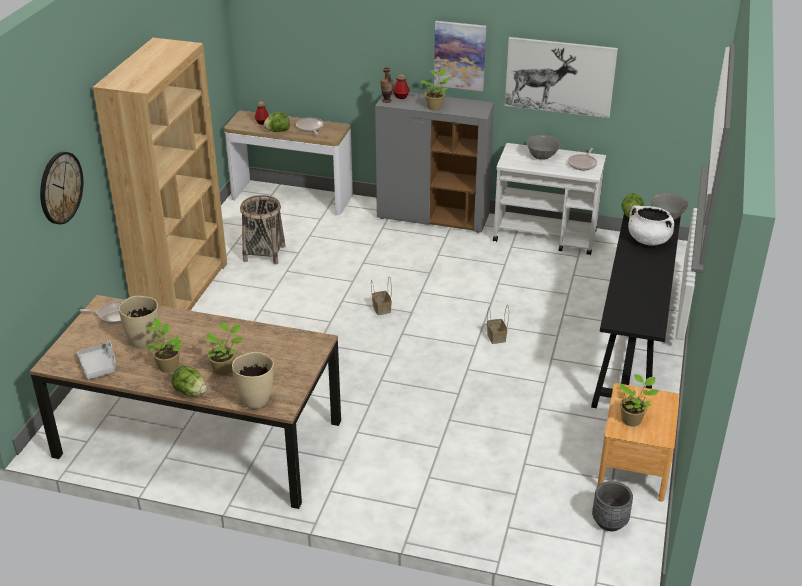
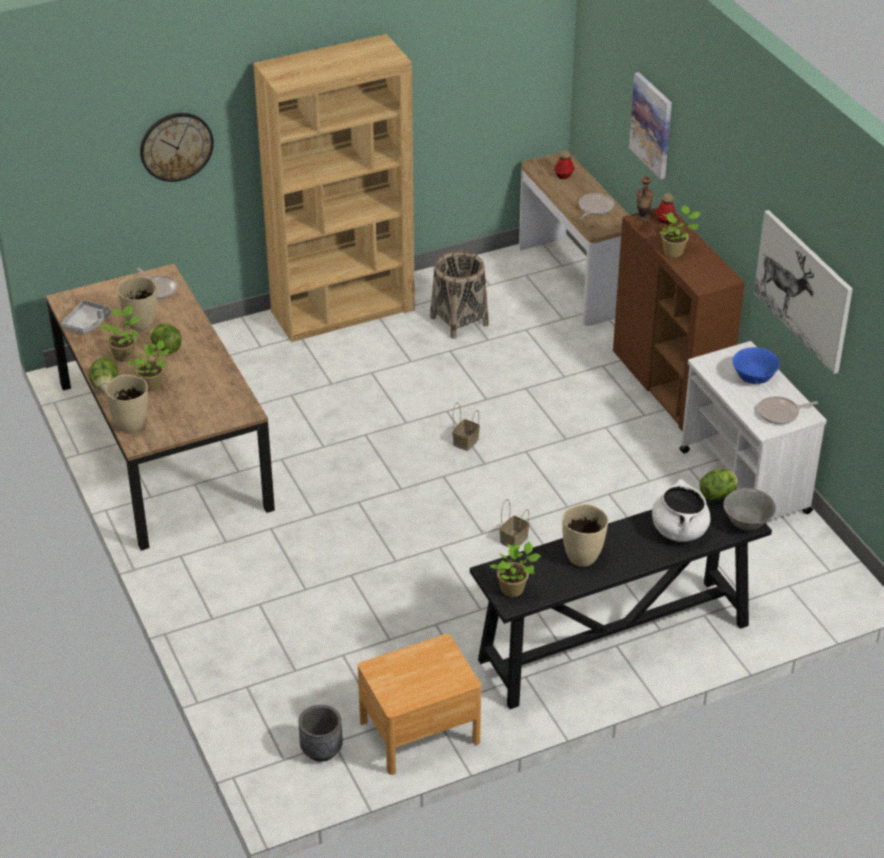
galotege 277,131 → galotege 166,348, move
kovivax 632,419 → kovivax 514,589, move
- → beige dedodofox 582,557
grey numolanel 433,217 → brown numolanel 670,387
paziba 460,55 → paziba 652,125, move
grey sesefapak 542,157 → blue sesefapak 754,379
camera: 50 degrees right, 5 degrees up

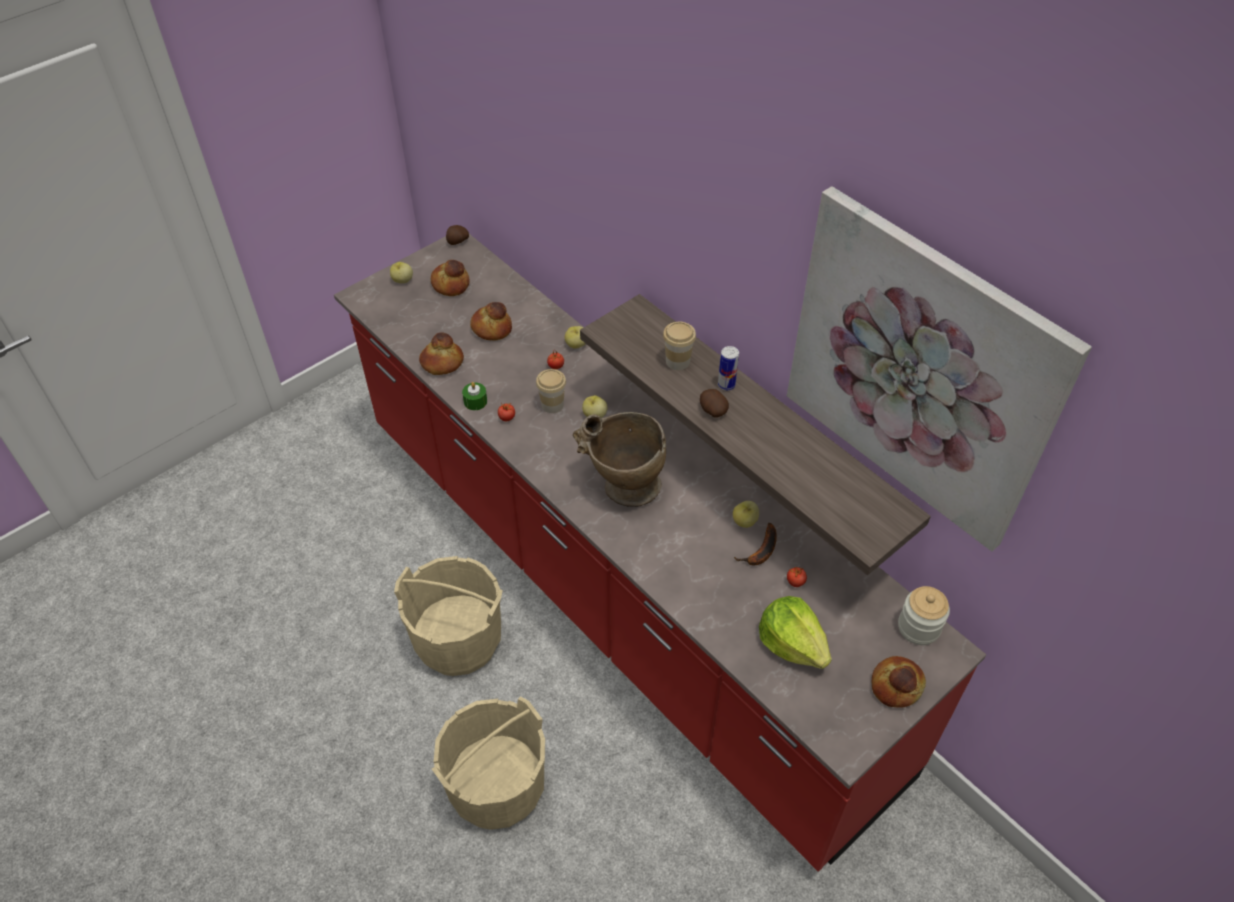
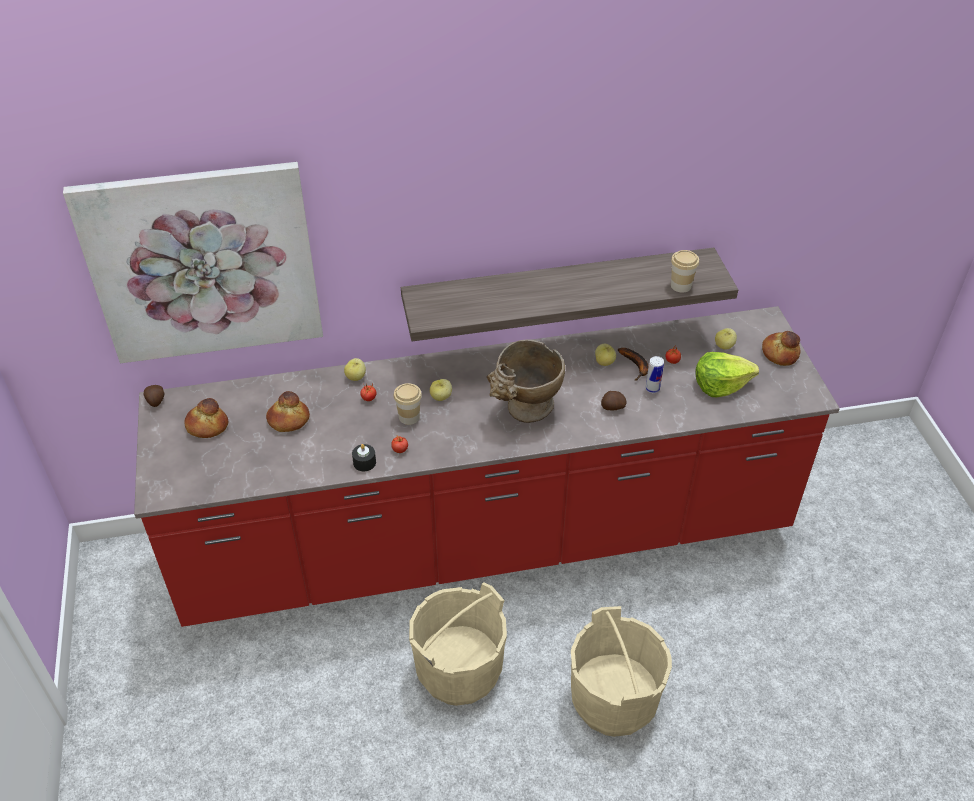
paziba 919,371 → paziba 203,264, move
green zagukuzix 475,401 → black zagukuzix 364,462
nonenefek 712,410 → nonenefek 612,407, move
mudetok 726,385 → mudetok 652,389, move
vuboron 677,361 → vuboron 681,286, move
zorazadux 402,280 → zorazadux 724,346, move
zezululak 442,363 → -
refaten 918,627 → -
camera: 60 degrees left, 5 degrees down

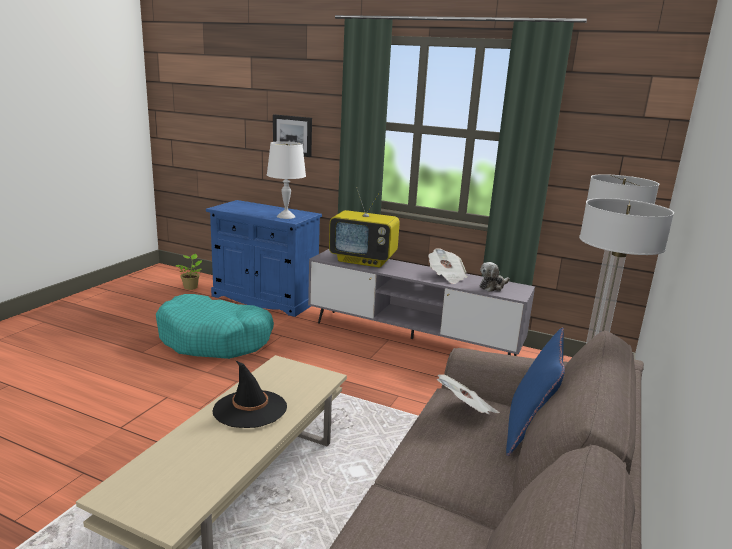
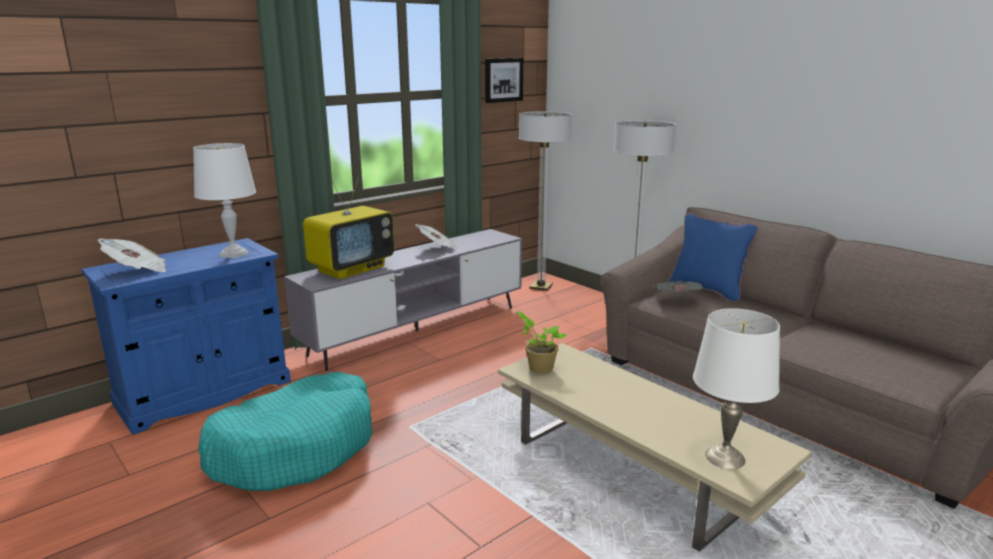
- → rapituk 137,270
paziba 292,135 → paziba 503,80, move
kovivax 191,287 → kovivax 539,368, move
- → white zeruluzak 724,457
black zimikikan 250,409 → -
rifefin 492,286 → -
camera: 65 degrees left, 0 degrees up

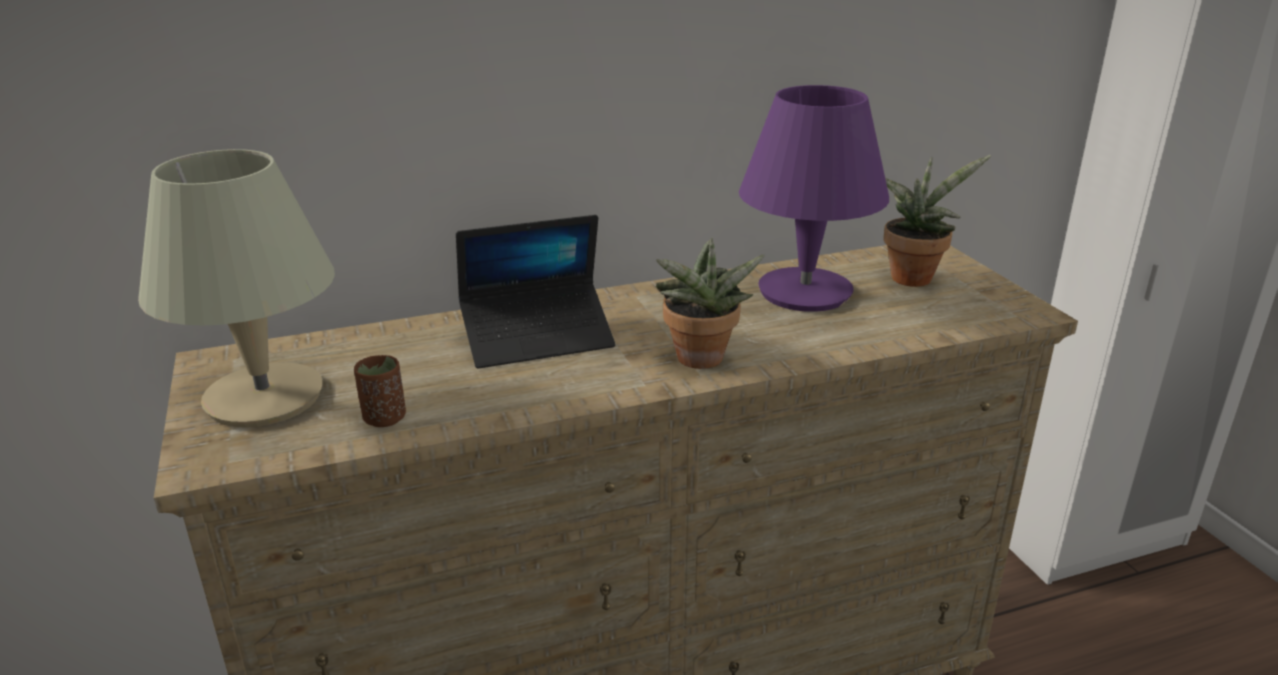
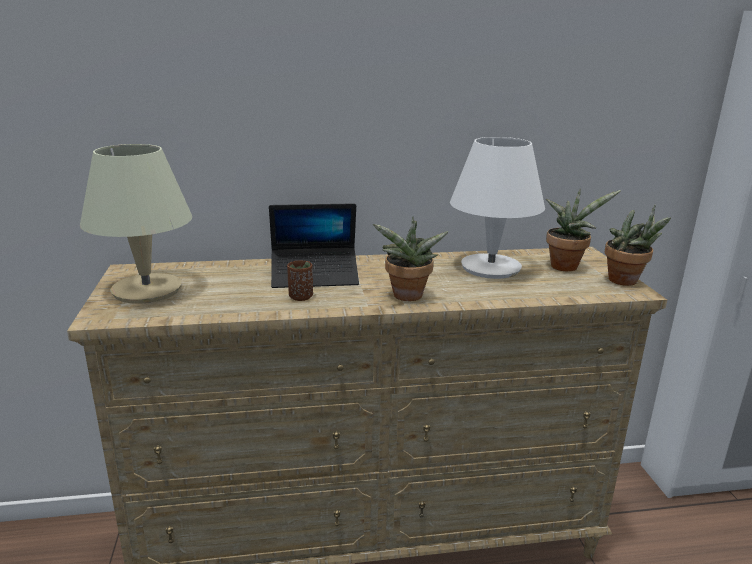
brown vuboron 384,418 → brown vuboron 300,297, move
purple zeruluzak 803,292 → white zeruluzak 490,267
- → kovivax 627,282
camera: 10 degrees right, 5 degrees down

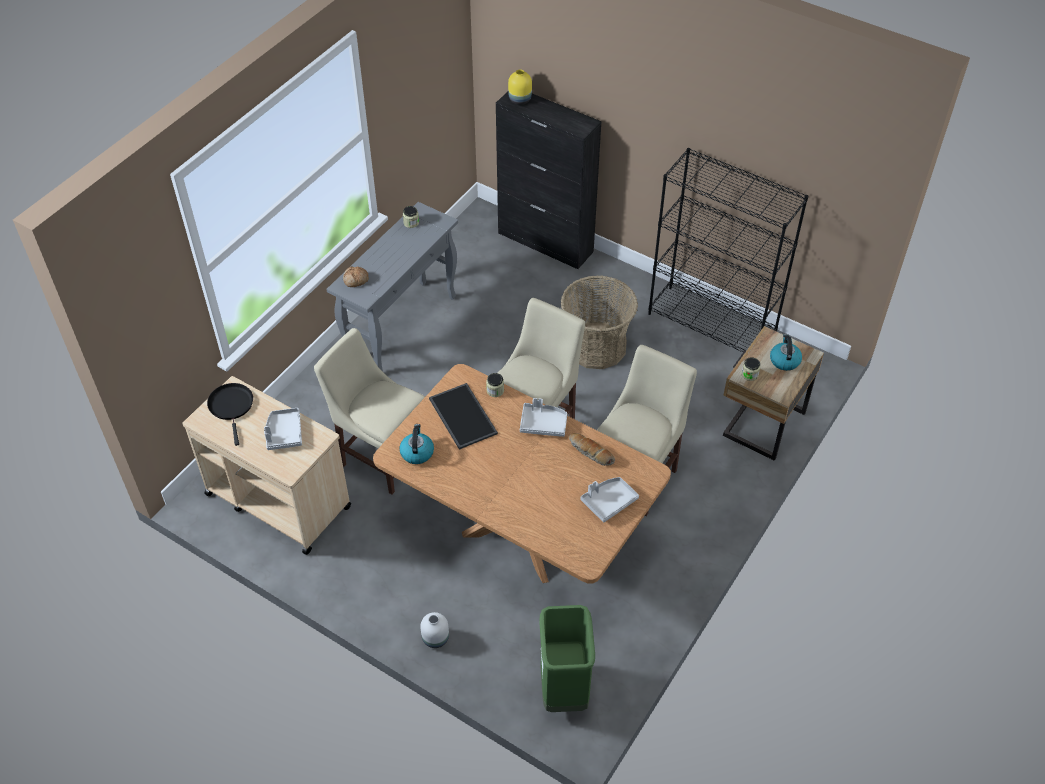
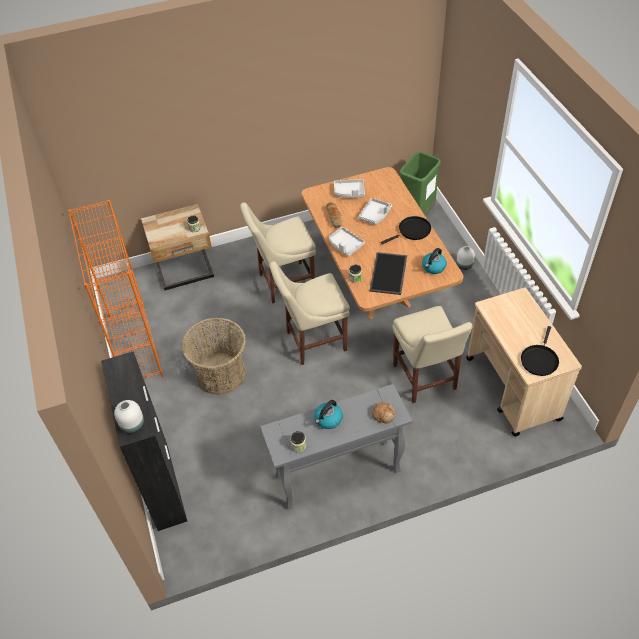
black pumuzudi 712,324 → orange pumuzudi 134,344
yellow dedodofox 520,99 → white dedodofox 132,425
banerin 784,360 → banerin 328,419, move
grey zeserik 284,433 → grey zeserik 375,215, move
- → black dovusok 412,231
camera: 140 degrees left, 0 degrees up

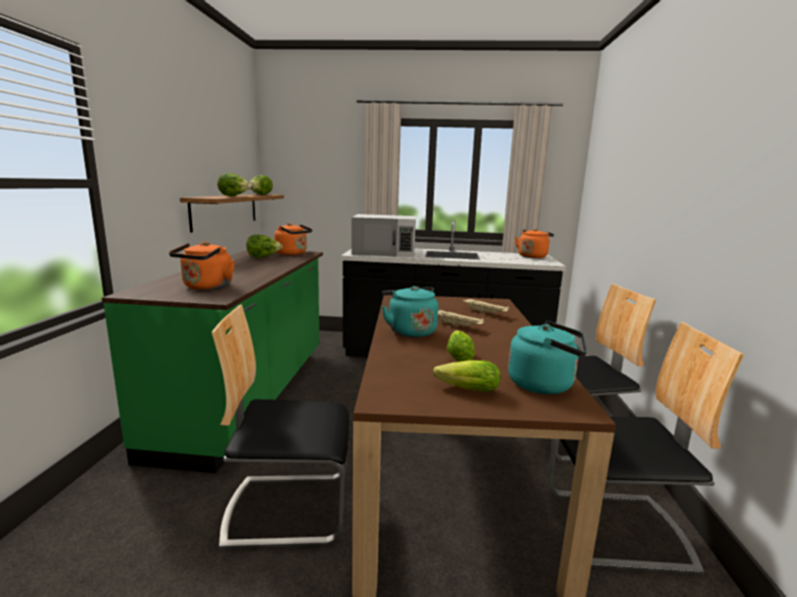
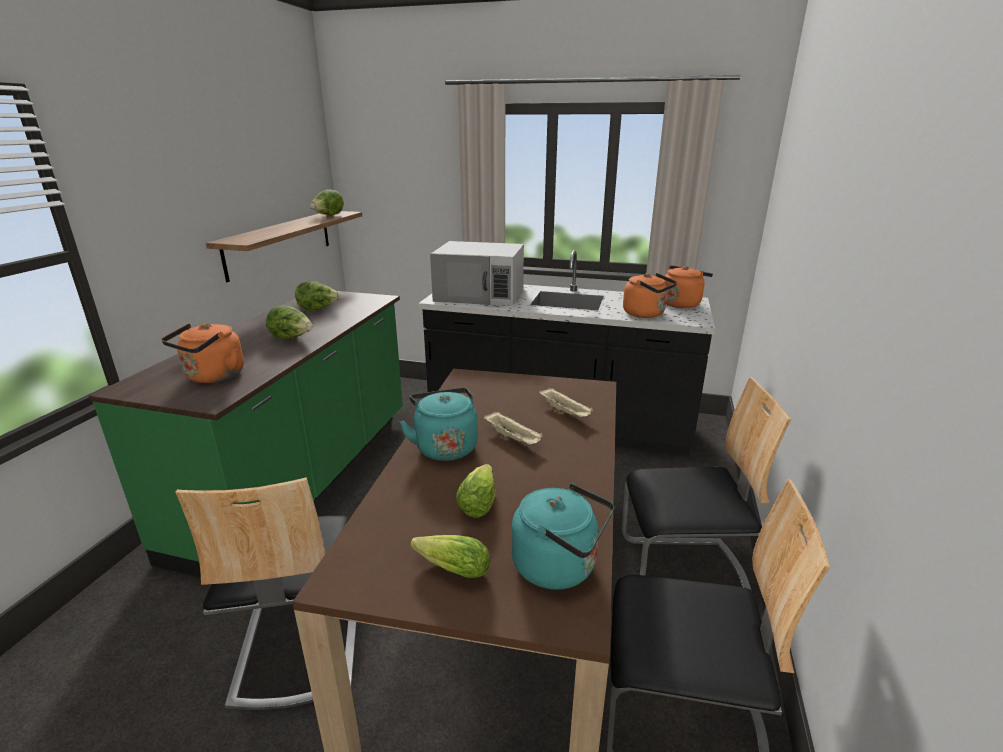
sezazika 288,508 → sezazika 298,642, 105 degrees counterclockwise
galotege 234,196 → galotege 292,338, move
orange banerin 293,254 → orange banerin 646,314, move
camera: 10 degrees right, 10 degrees up

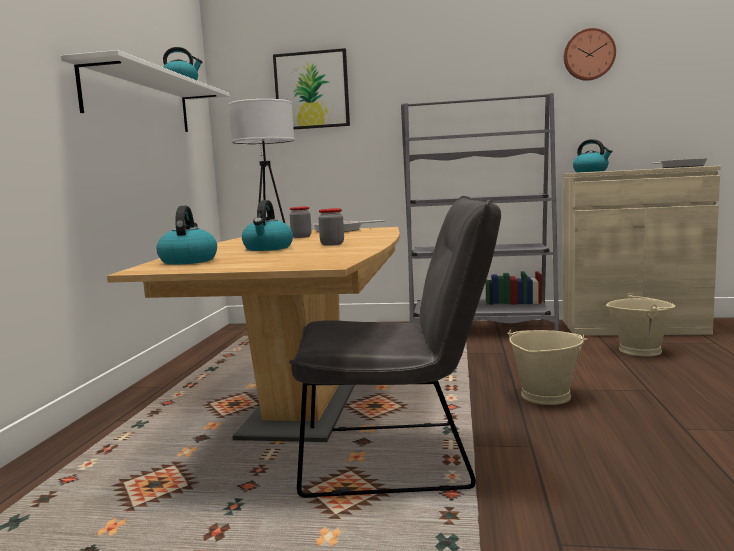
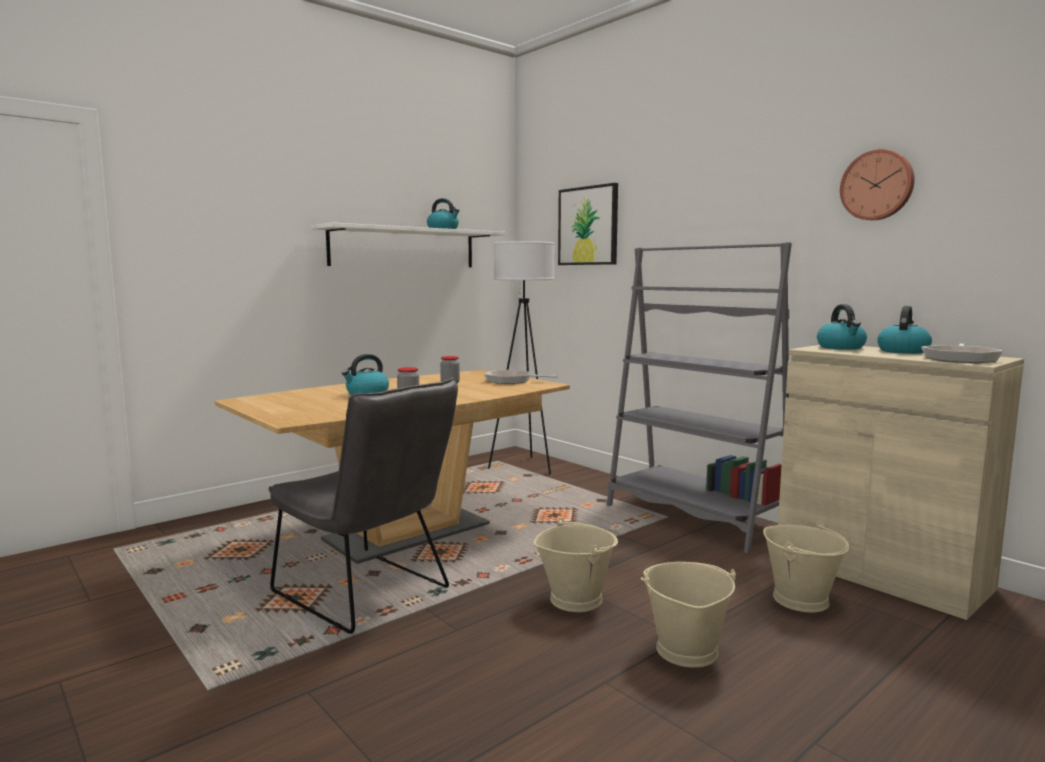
- → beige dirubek 685,650
banerin 188,261 → banerin 902,351, move
camera: 40 degrees right, 0 degrees up

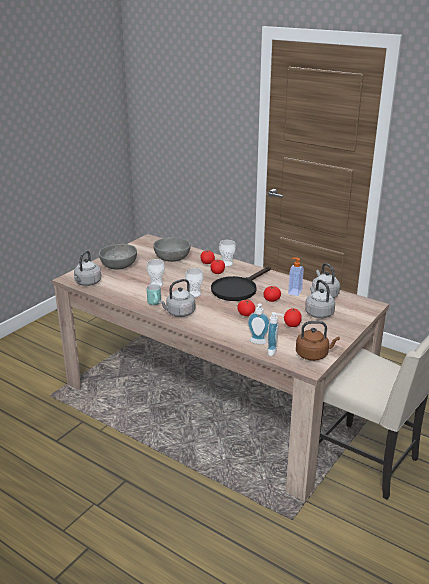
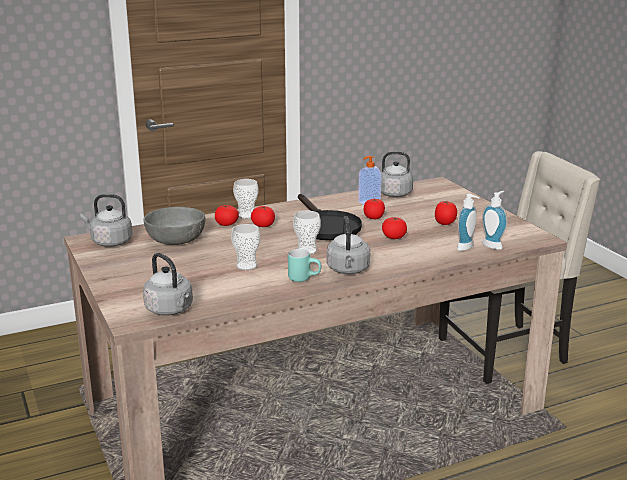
grey banerin 318,313 → grey banerin 109,242, move
grey sesefapak 118,265 → -
brown banerin 313,355 → -
camera: 60 degrees left, 5 degrees down

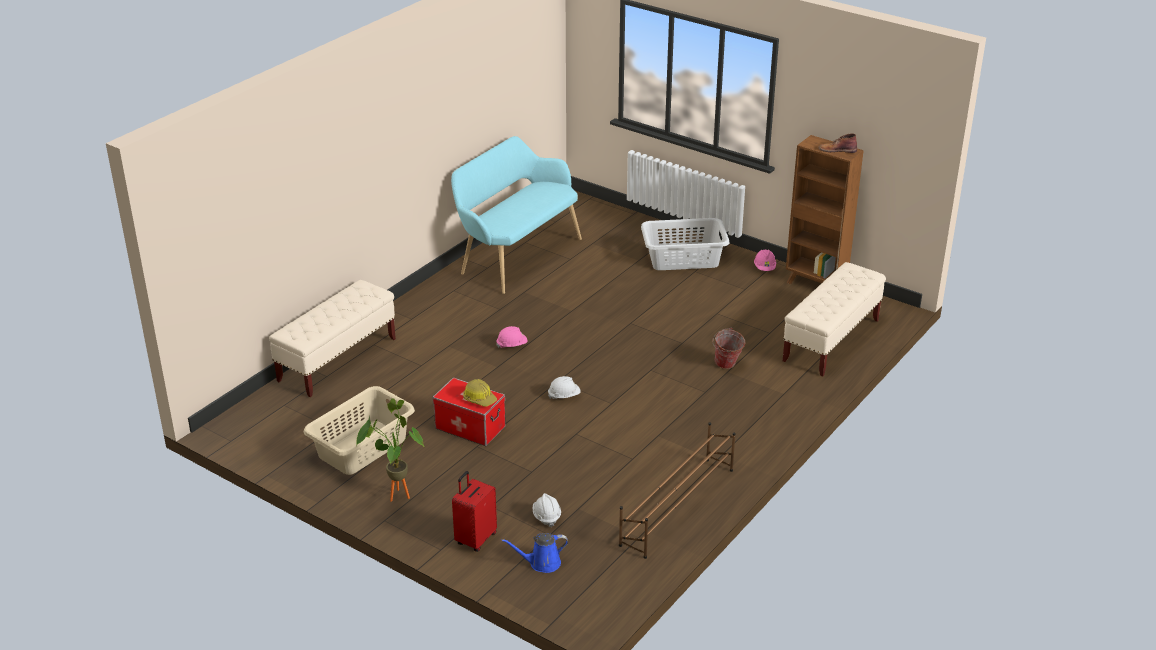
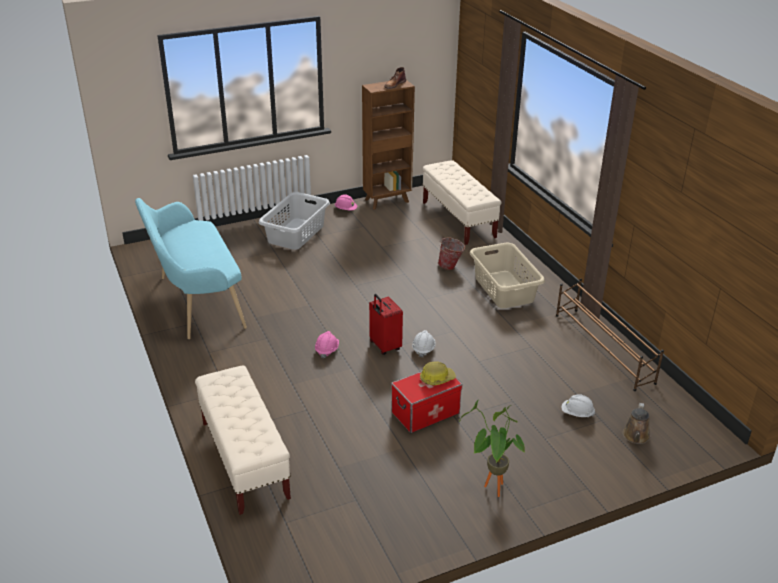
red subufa 475,539 → red subufa 384,346, move
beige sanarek 363,448 → beige sanarek 504,289, move
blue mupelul 541,563 → brown mupelul 636,437
camera: 60 degrees left, 0 degrees up

